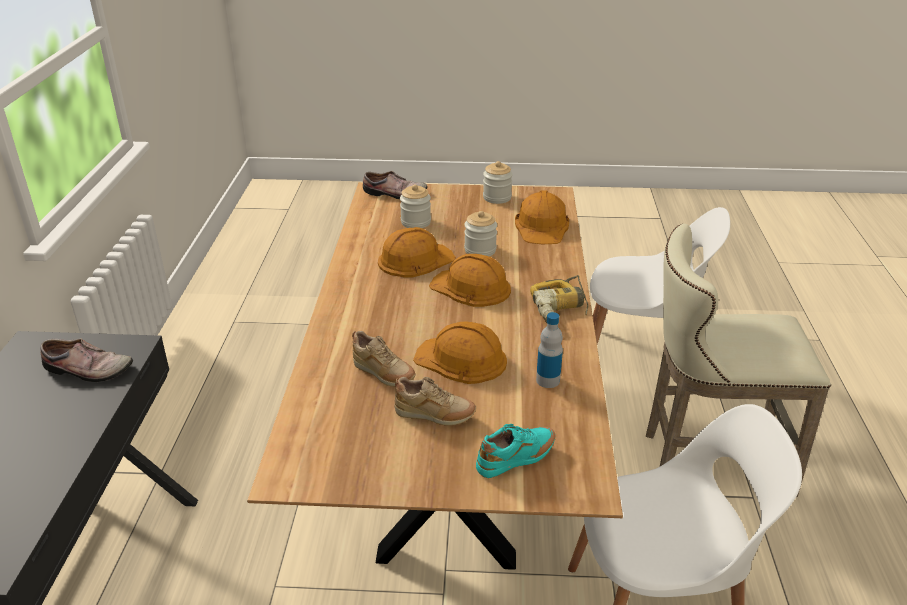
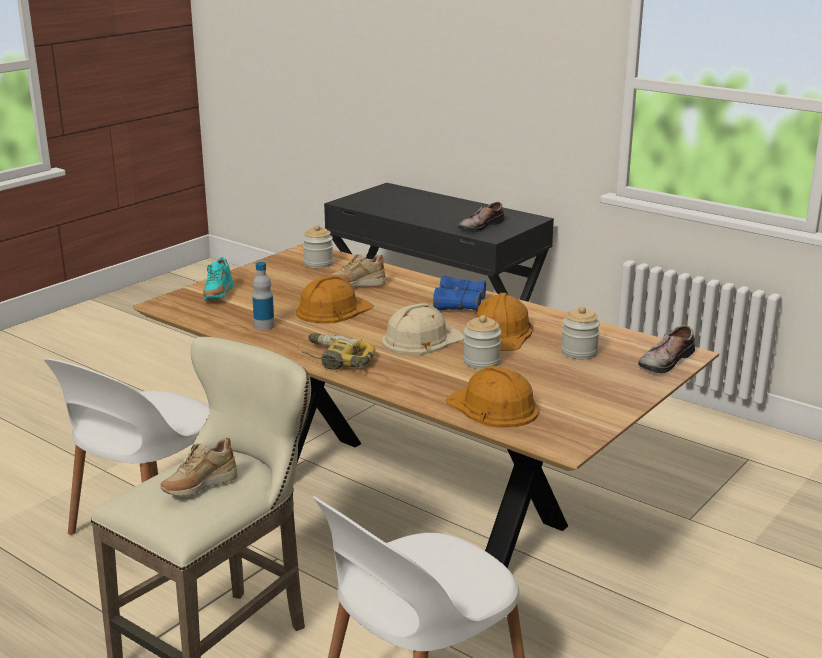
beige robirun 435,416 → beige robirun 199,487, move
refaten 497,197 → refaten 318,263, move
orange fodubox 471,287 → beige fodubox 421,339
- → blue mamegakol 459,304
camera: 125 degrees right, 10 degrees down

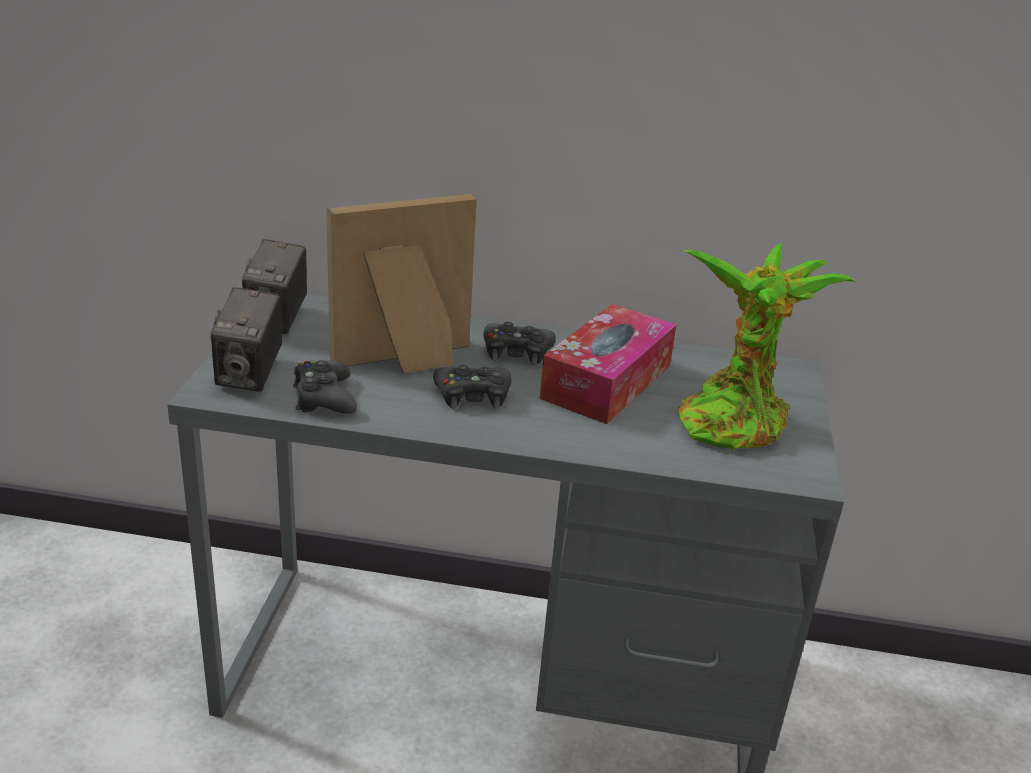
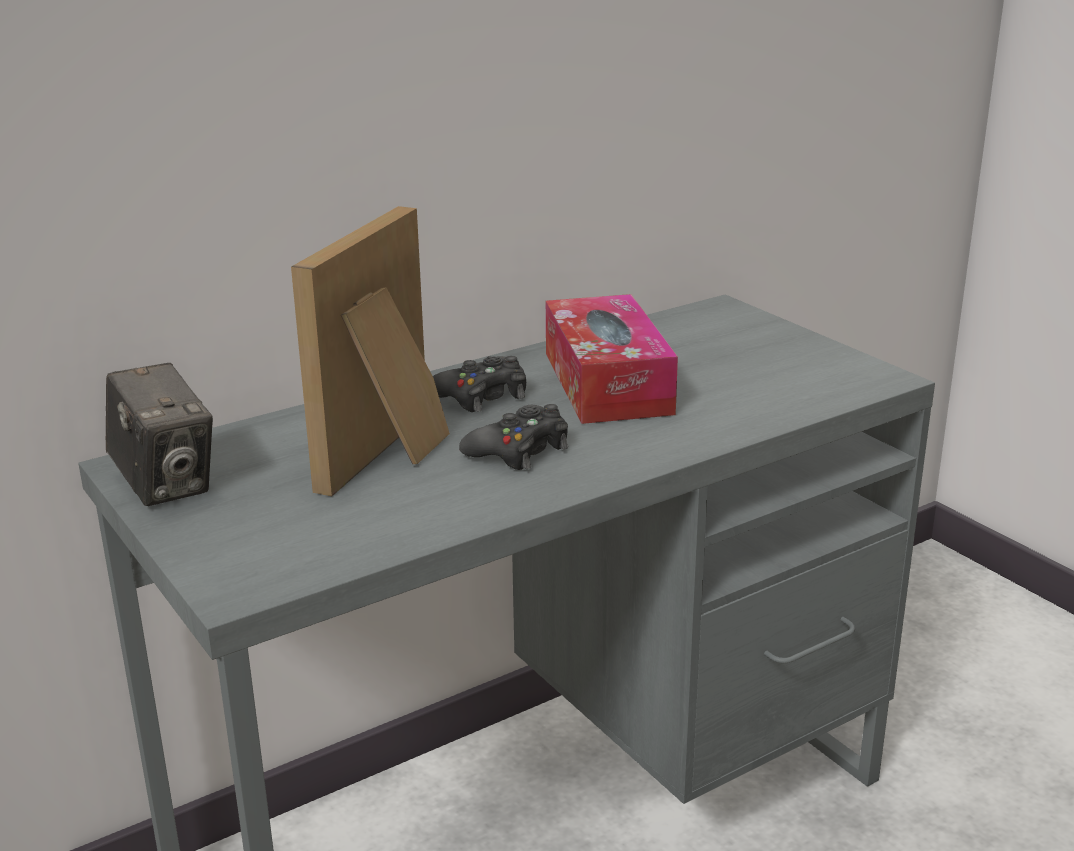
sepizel 250,375 → -
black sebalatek 324,398 → -
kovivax 734,419 → -
camera: 40 degrees left, 5 degrees down

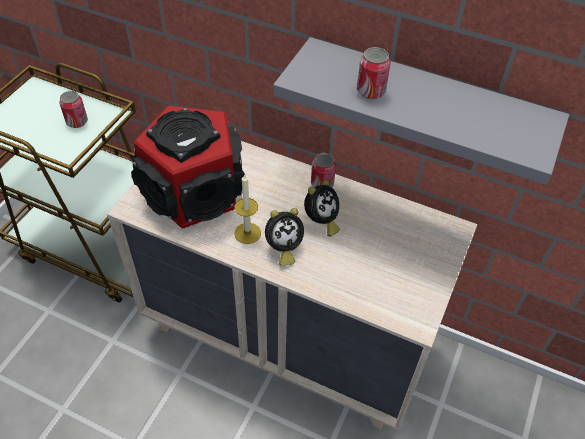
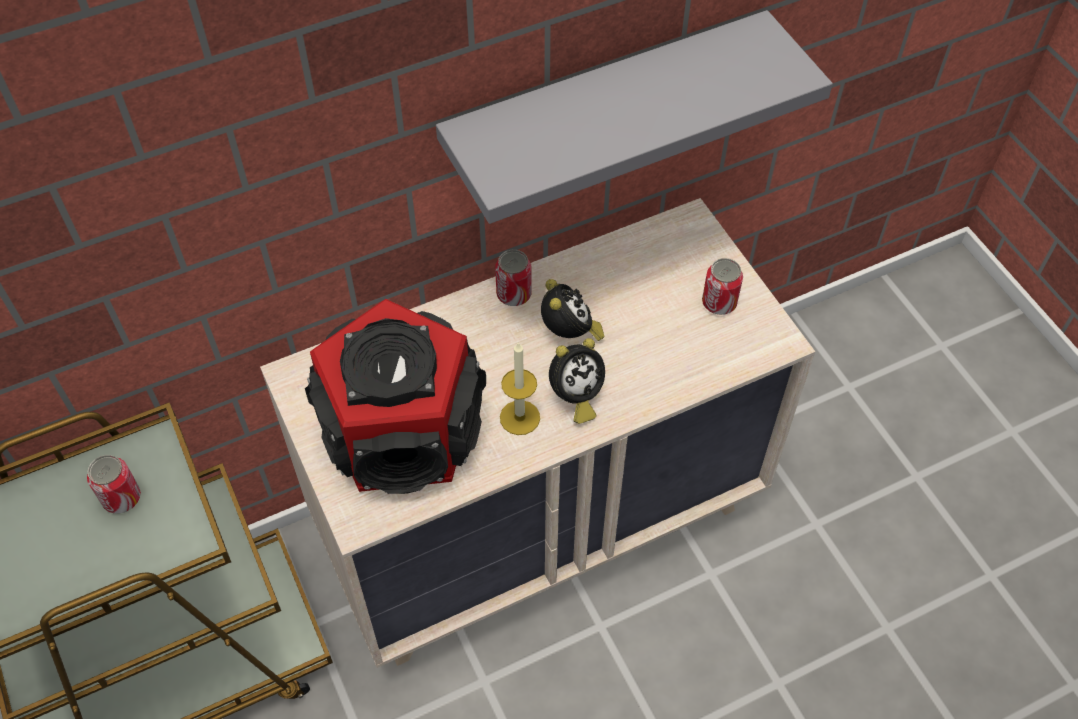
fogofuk 283,248 → fogofuk 575,396, 45 degrees clockwise
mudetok 371,91 → mudetok 719,302, move
camera: 50 degrees left, 5 degrees up

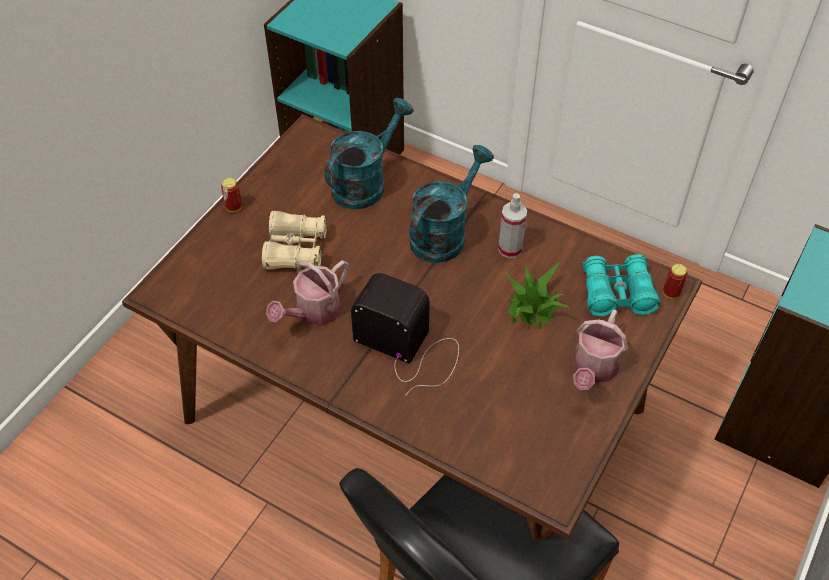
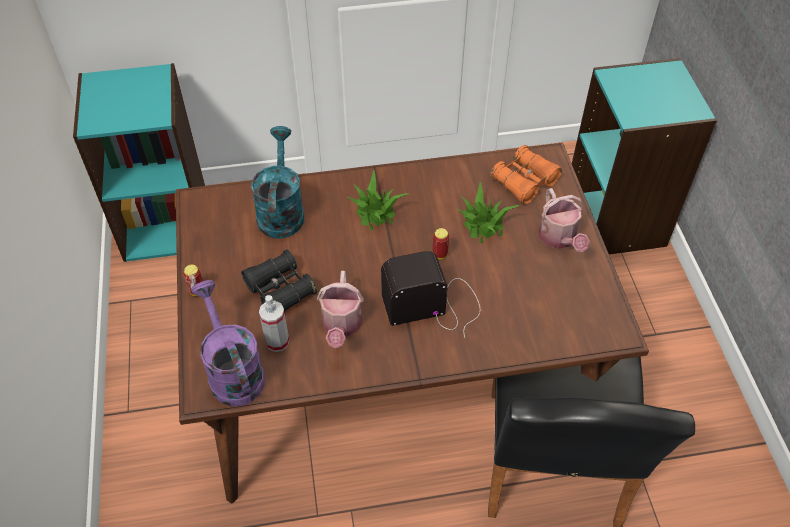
- → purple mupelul 232,371
beige mamegakol 295,250 → black mamegakol 280,291
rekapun 510,249 → rekapun 277,341, move
turquoise mupelul 444,233 → kovivax 375,212
mudetok 671,293 → mudetok 439,254, move
turquoise mamegakol 617,294 → orange mamegakol 524,182
camera: 40 degrees left, 0 degrees up

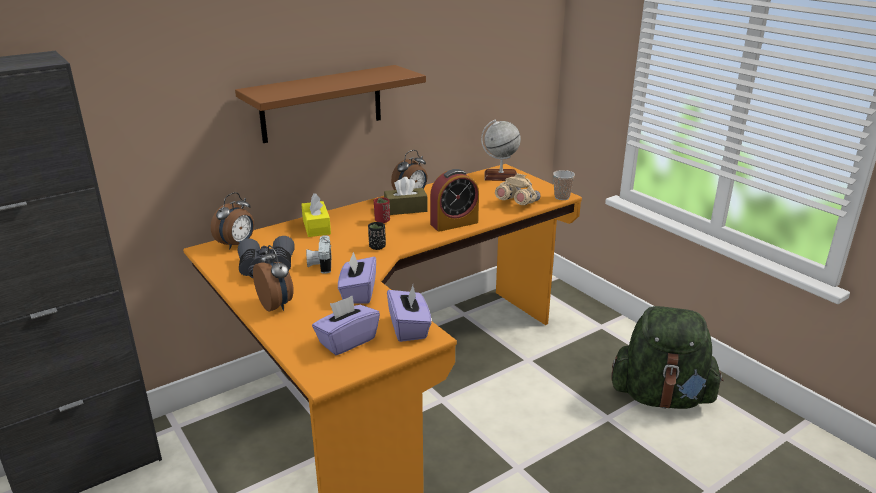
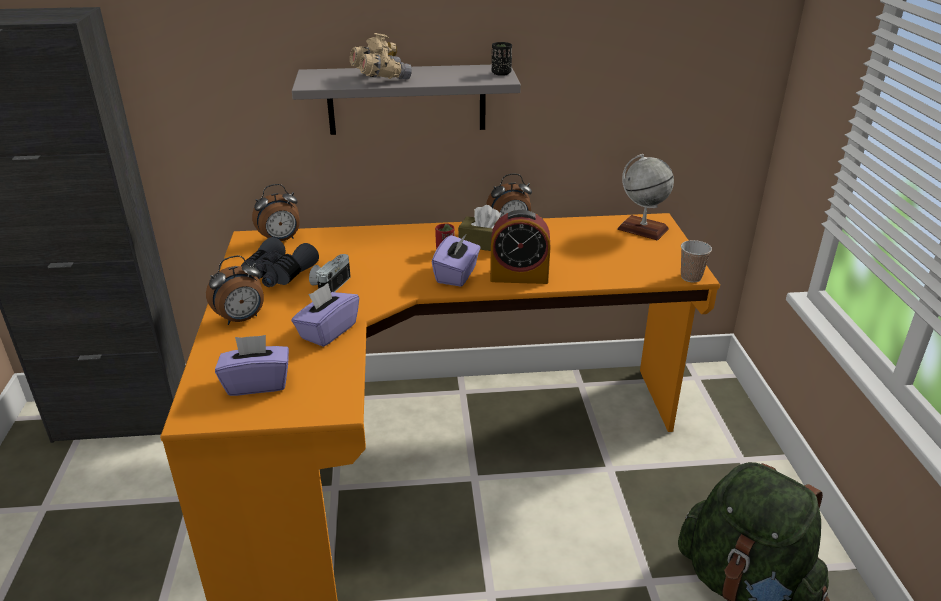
fogofuk 277,305 → fogofuk 241,319, 60 degrees clockwise
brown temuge 322,103 → grey temuge 407,99
beige mamegakol 517,203 → beige mamegakol 380,78, move
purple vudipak 409,328 → purple vudipak 457,275, move
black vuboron 377,247 → black vuboron 501,73, move
yellow vudipak 316,227 → -
camera: 30 degrees right, 5 degrees up

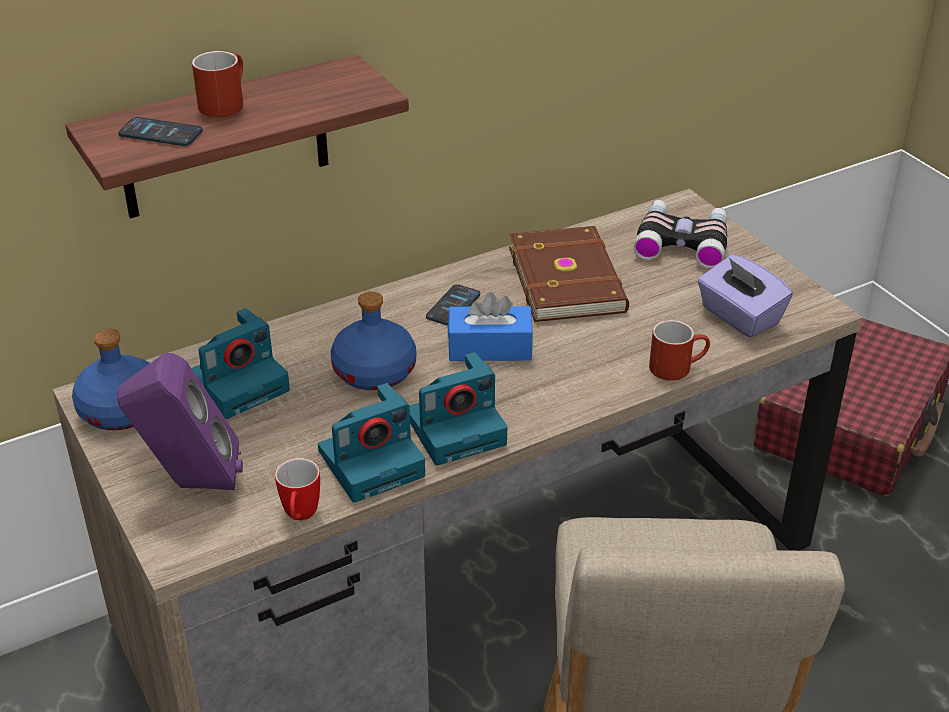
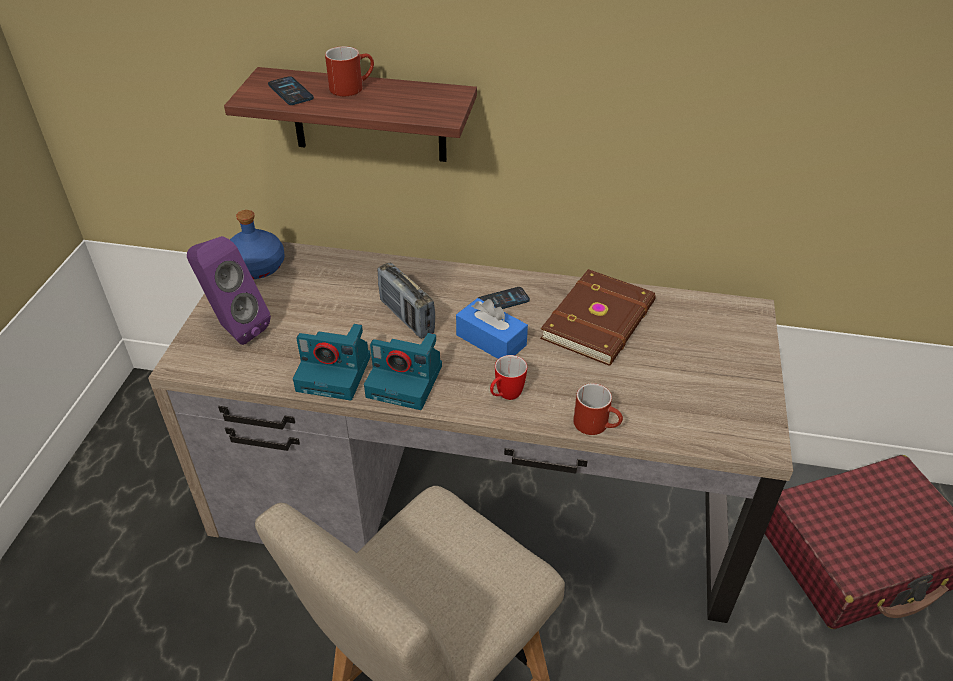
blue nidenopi 375,371 → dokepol 406,317
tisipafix 300,517 → tisipafix 505,396, move
sepizel 239,383 → -
mamegakol 682,242 → -
purple vudipak 739,317 → -
camera: 40 degrees right, 5 degrees up

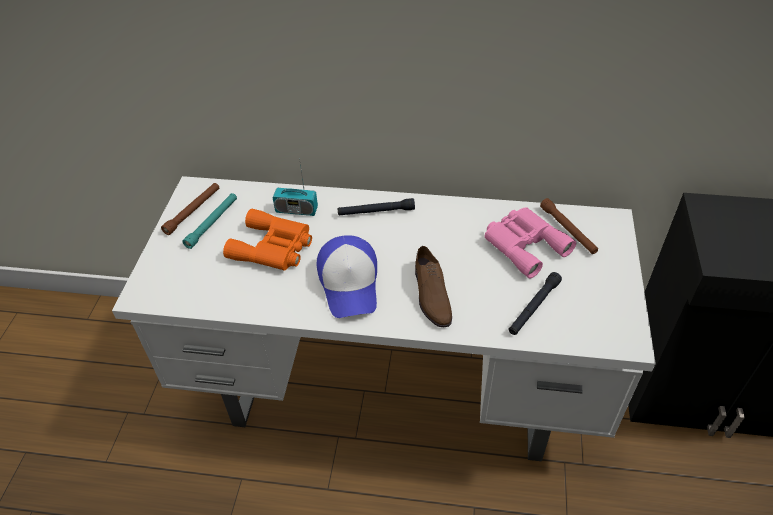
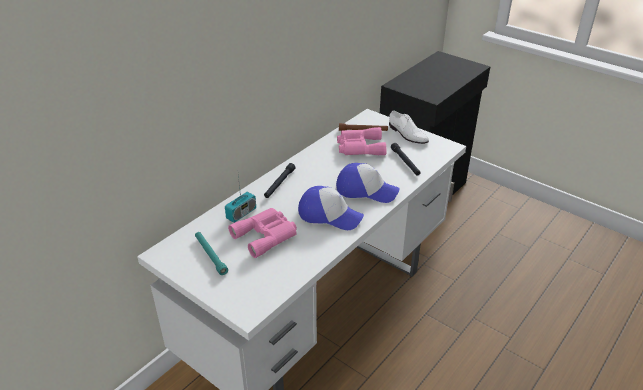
orange mamegakol 273,248 → pink mamegakol 266,235
brown robirun 430,294 → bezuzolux 366,190
- → white robirun 407,134
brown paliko 193,211 → -
camera: 60 degrees left, 10 degrees down

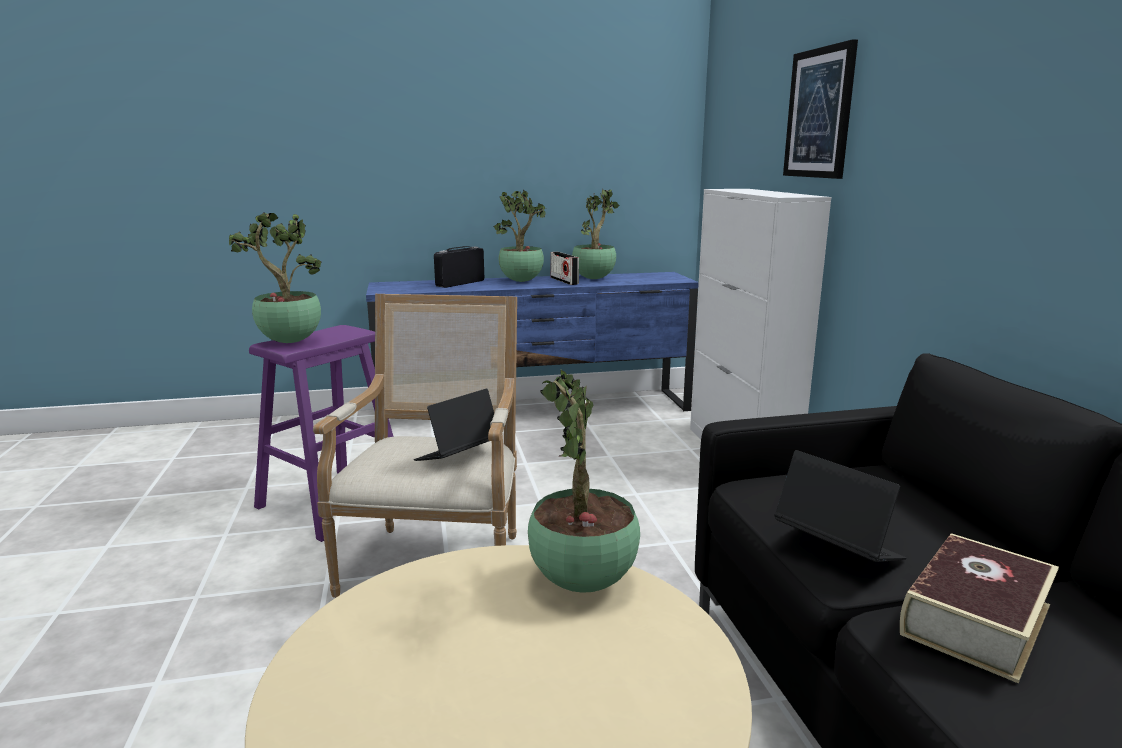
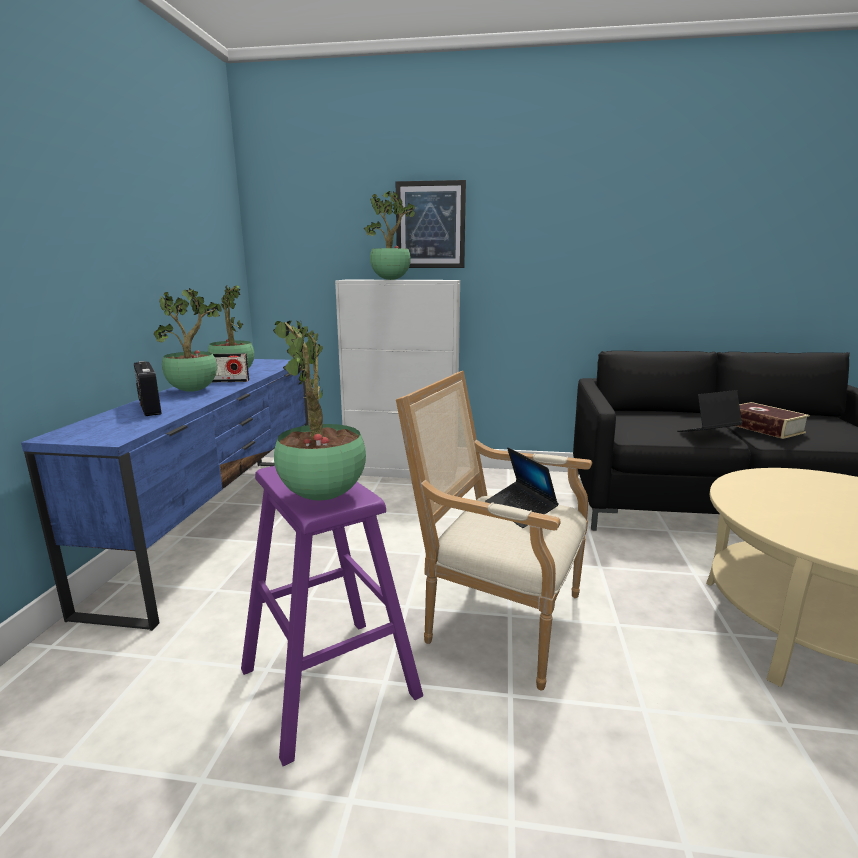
kovivax 583,584 → kovivax 391,279, move
camera: 70 degrees left, 0 degrees up

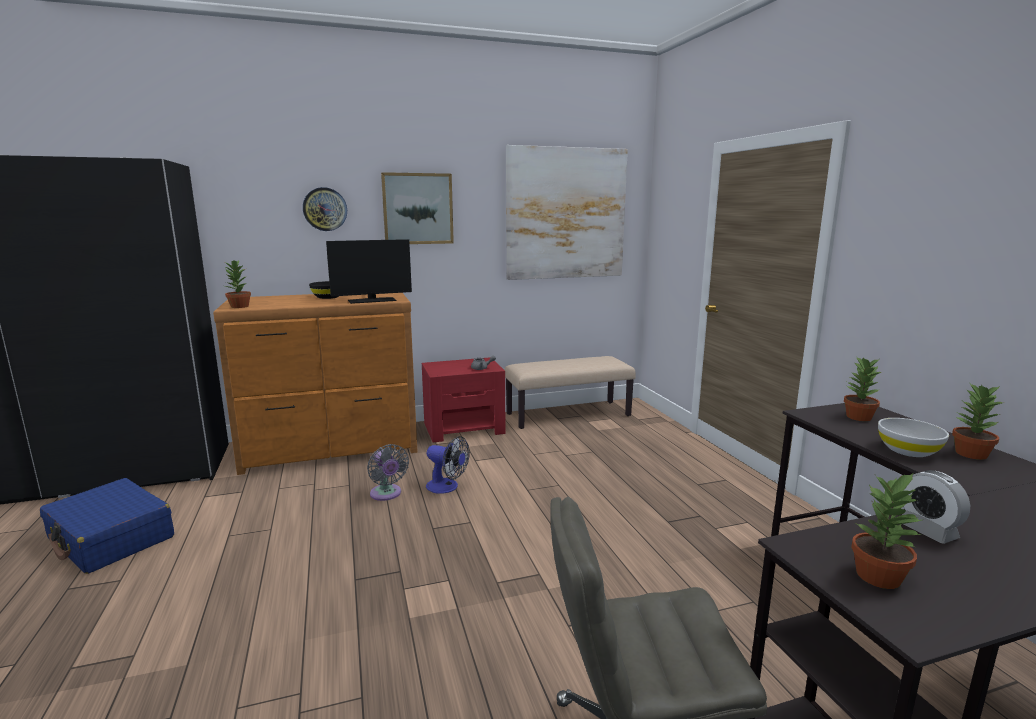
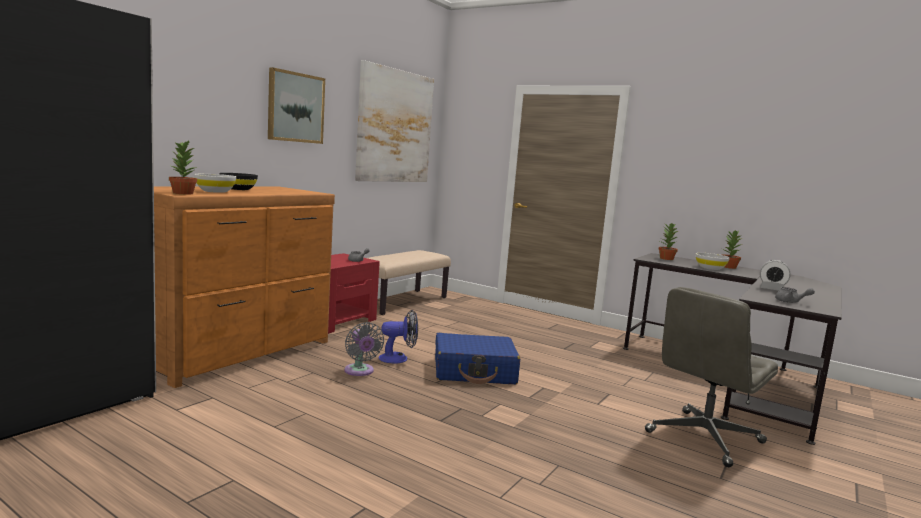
- → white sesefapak 215,191
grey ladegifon 387,494 → grey ladegifon 360,371, 45 degrees clockwise
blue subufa 111,538 → blue subufa 474,371, move
kovivax 879,577 → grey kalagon 790,302
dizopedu 325,209 → -
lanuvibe 372,300 → -
camera: 40 degrees left, 5 degrees down

